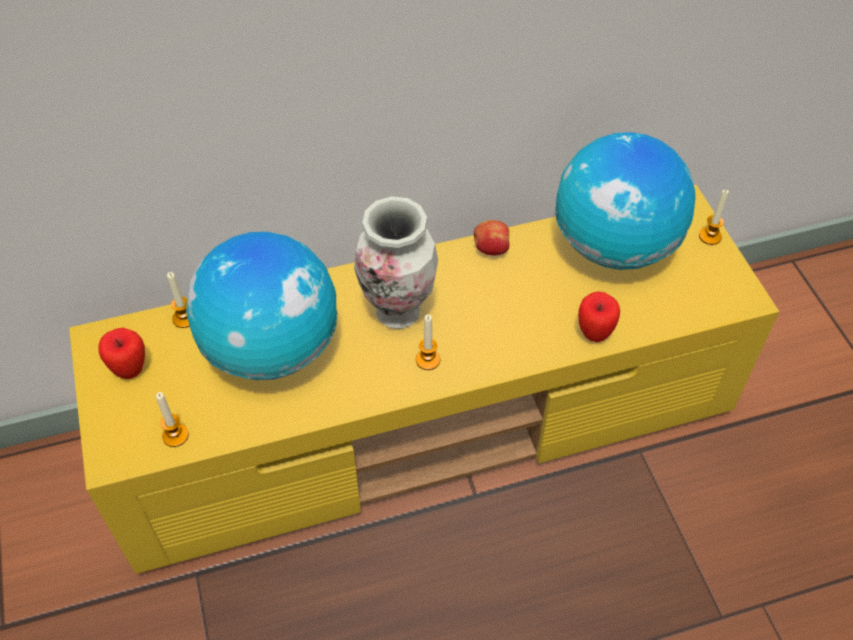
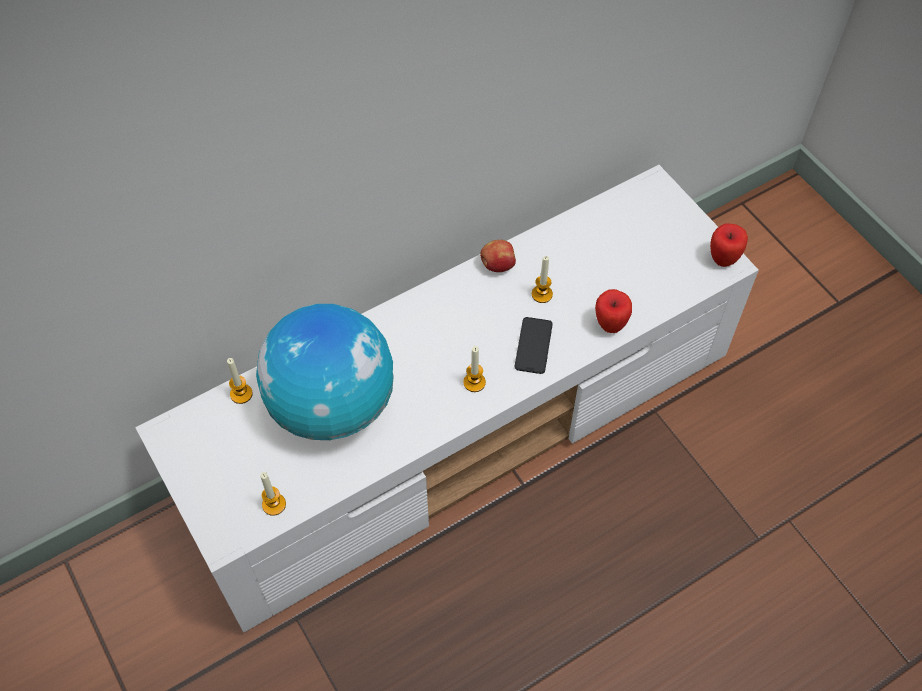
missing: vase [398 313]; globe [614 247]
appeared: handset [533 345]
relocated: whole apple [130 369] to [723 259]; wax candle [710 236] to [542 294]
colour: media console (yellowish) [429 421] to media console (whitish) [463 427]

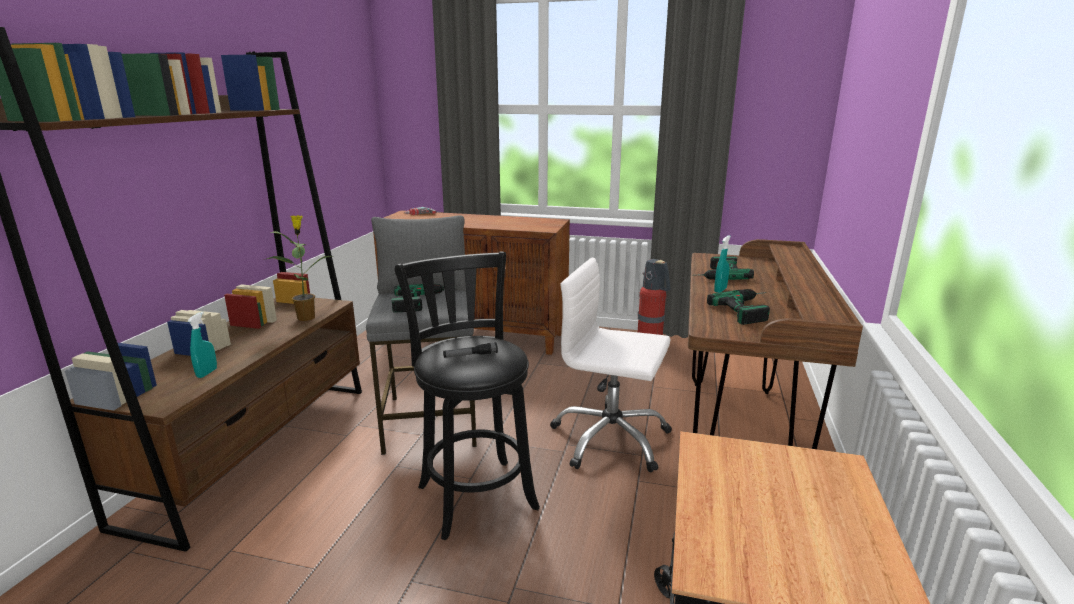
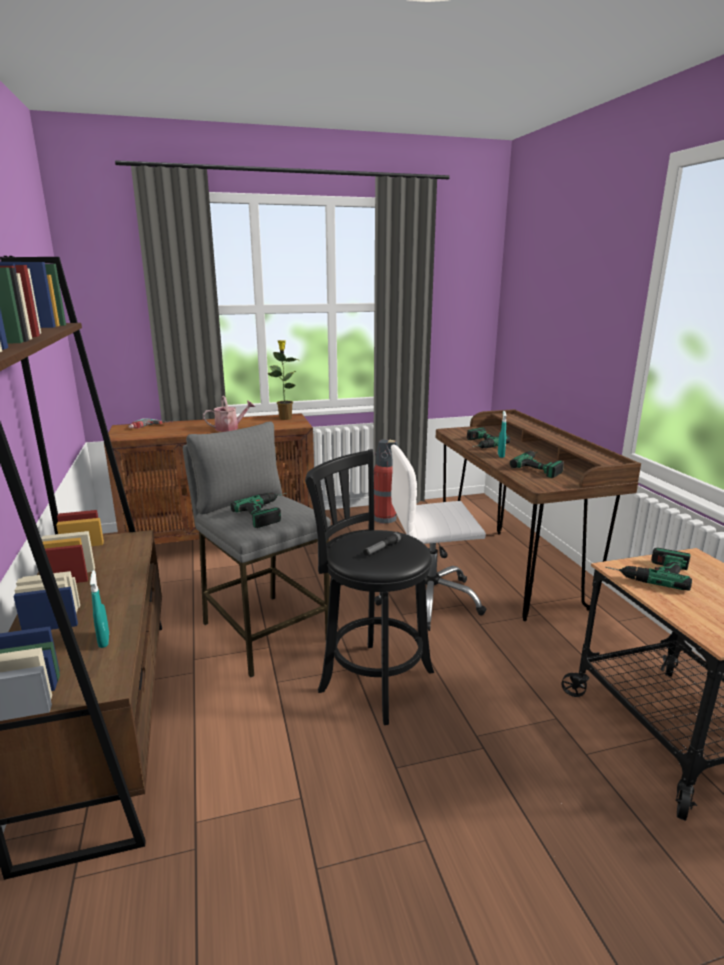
appeared: watering pot [230 428]; electric drill [646 572]
relocated: plant in a pot [307 317] to [285 418]

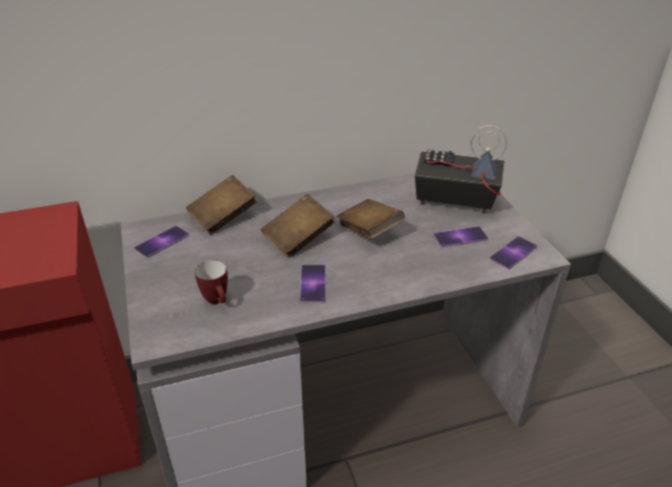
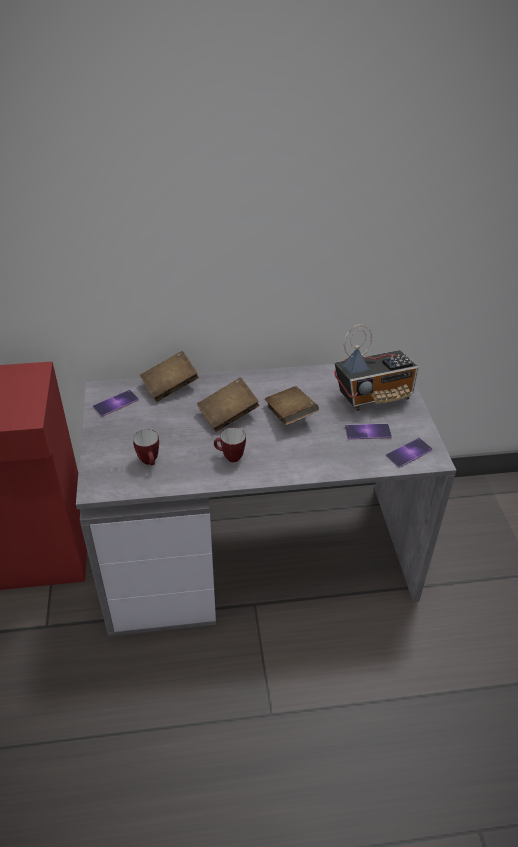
exchanged: handset [313 283] to coffee mug [229 457]
spun: radio [453 202] = [374 396] 135 degrees clockwise

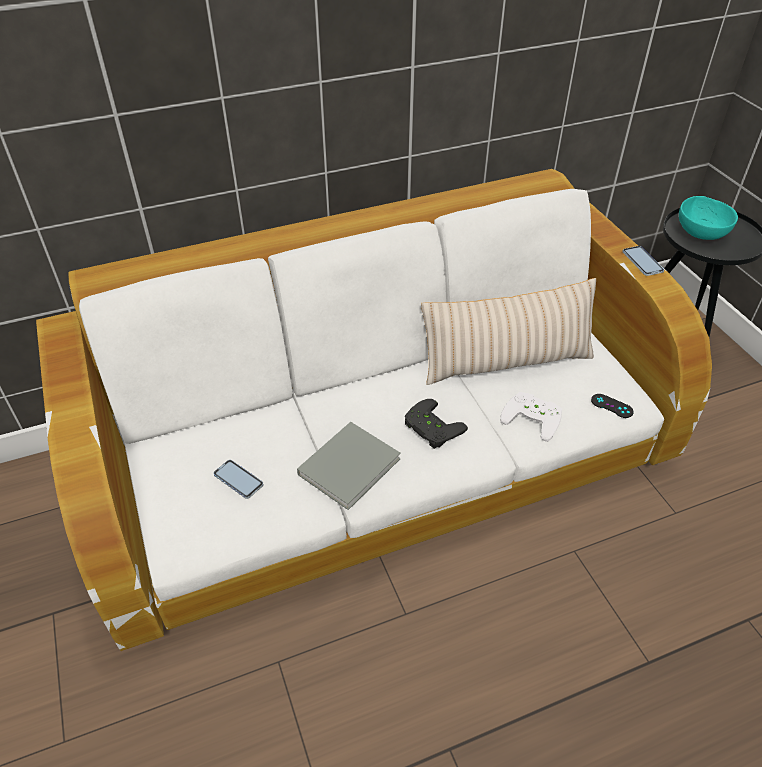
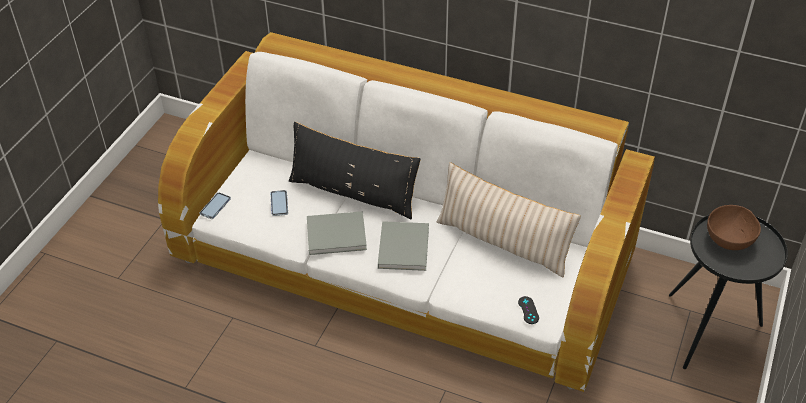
missing: game controller (whitish) [533 416]
appeared: throw pillow (black) [353 193]
relocated: handset [642 262] to [215 206]
exchanged: game controller (black) [430 428] to volume (greyish) [403 246]
colour: bowl (turquoise-coloured) [701 232] to bowl (brownish) [730 239]

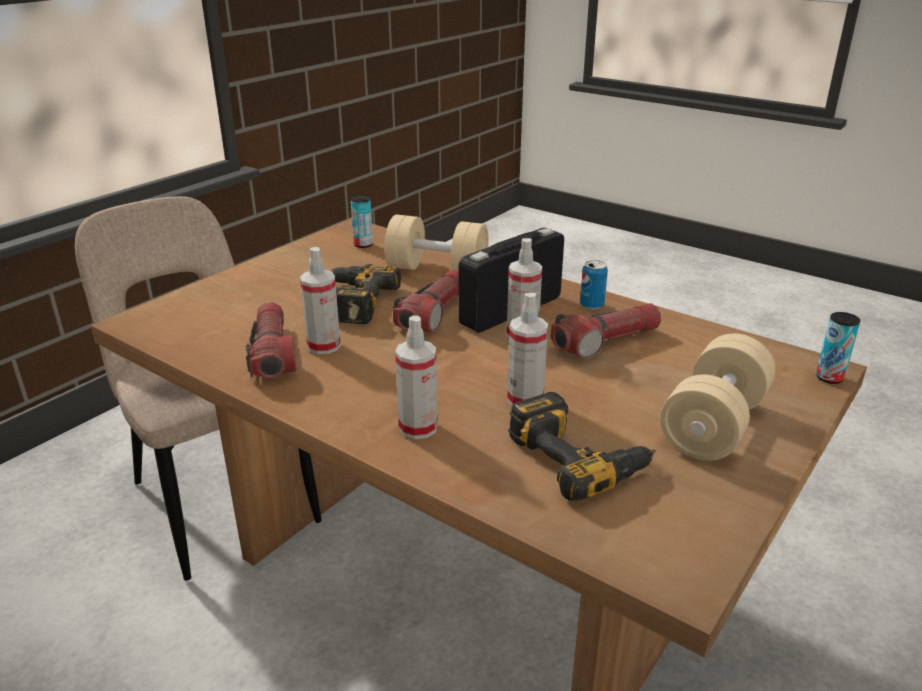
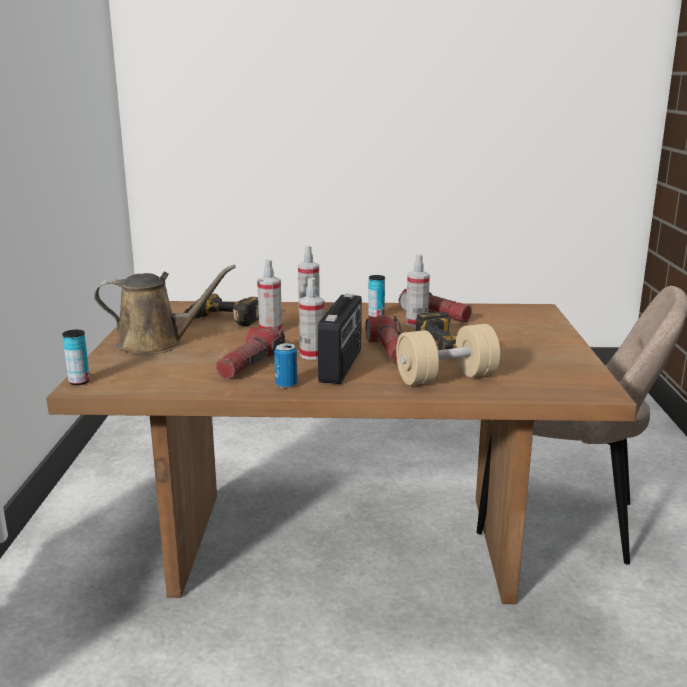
relocated: metal can [363 244] to [376 316]
exchanged: free weight (beige) [713 425] to watering pot (brownish) [156 344]

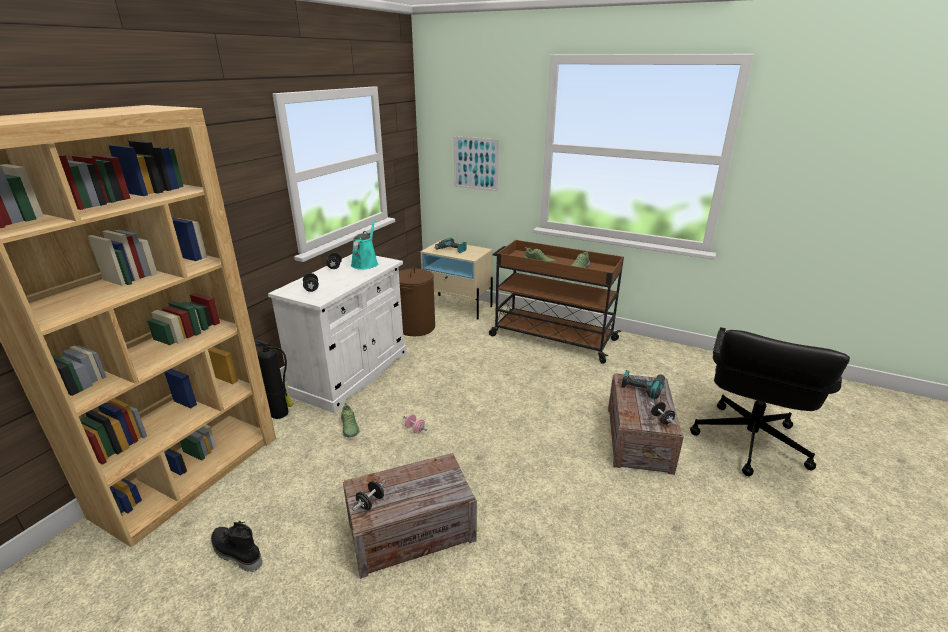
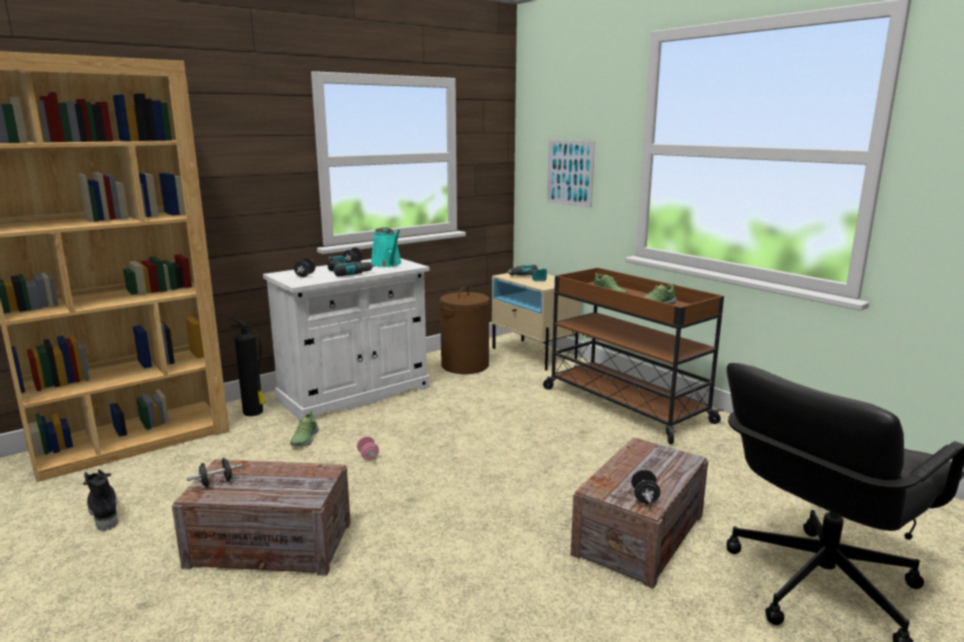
relocated: electric drill [642 387] to [348 273]
spun: watering pot (turquoise-coloured) [365 263] = [387 264] 120 degrees clockwise

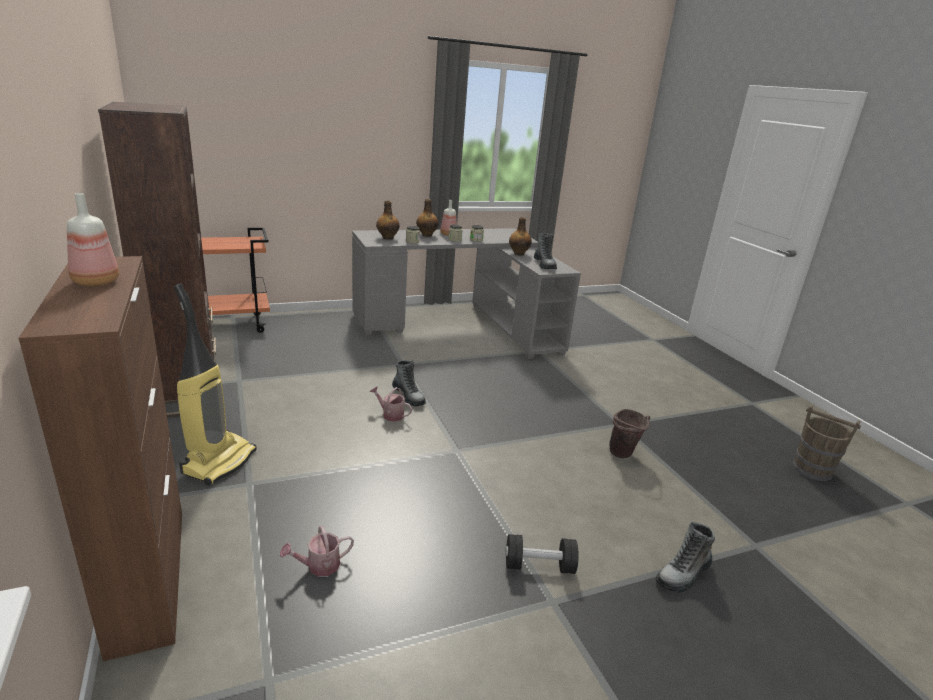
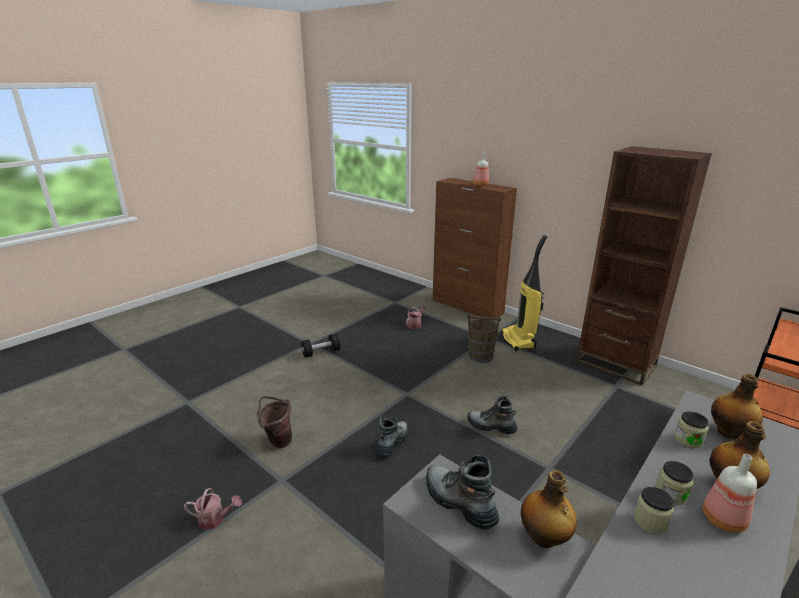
relocated: watering pot [390 414] to [215 519]; high-top boot [683 574] to [392 443]; bucket (brownish) [812 470] to [480 356]

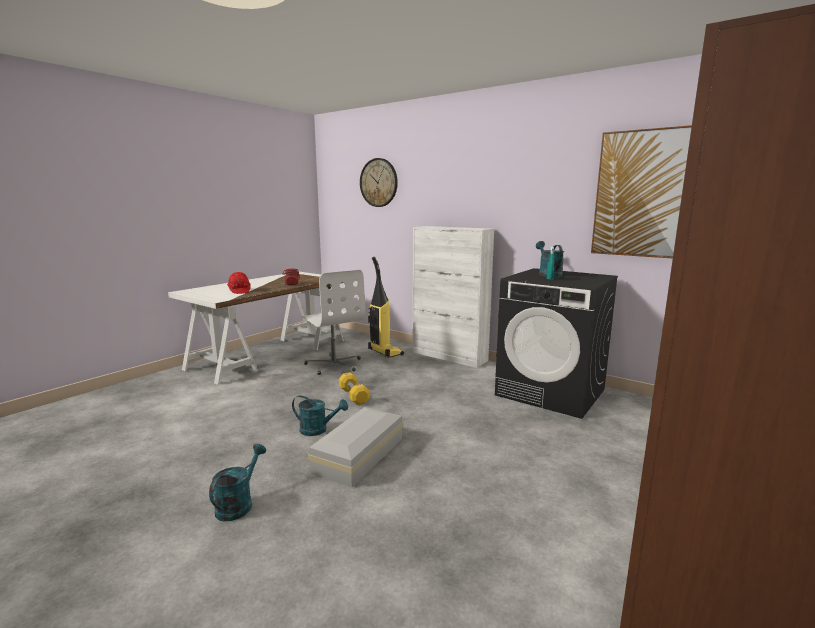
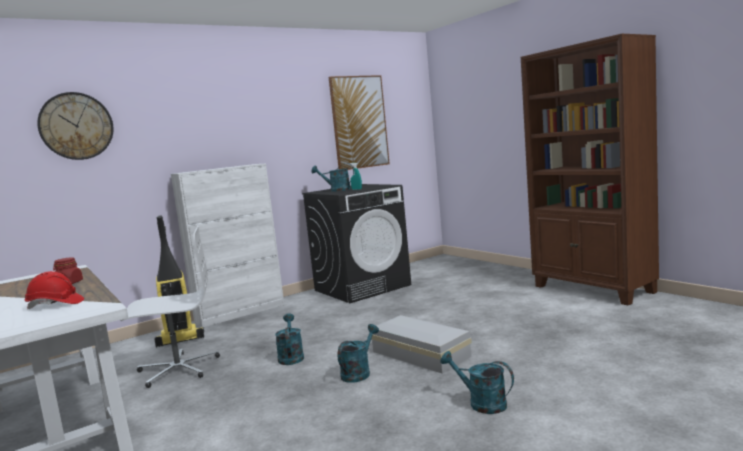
exchanged: free weight (yellowish) [353 396] to watering pot (turquoise-coloured) [291 357]

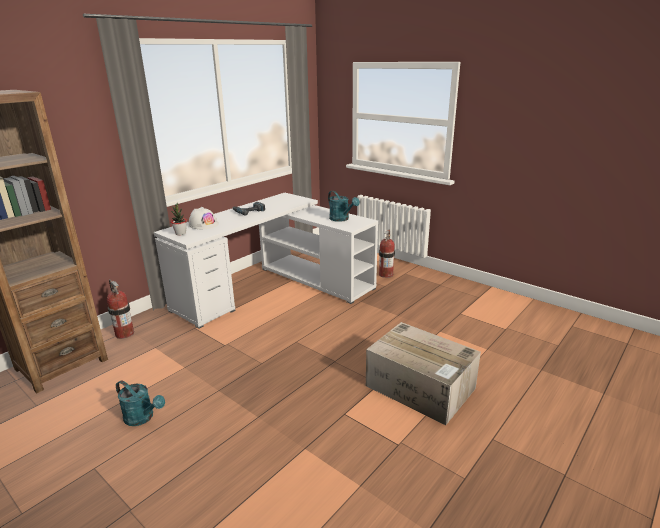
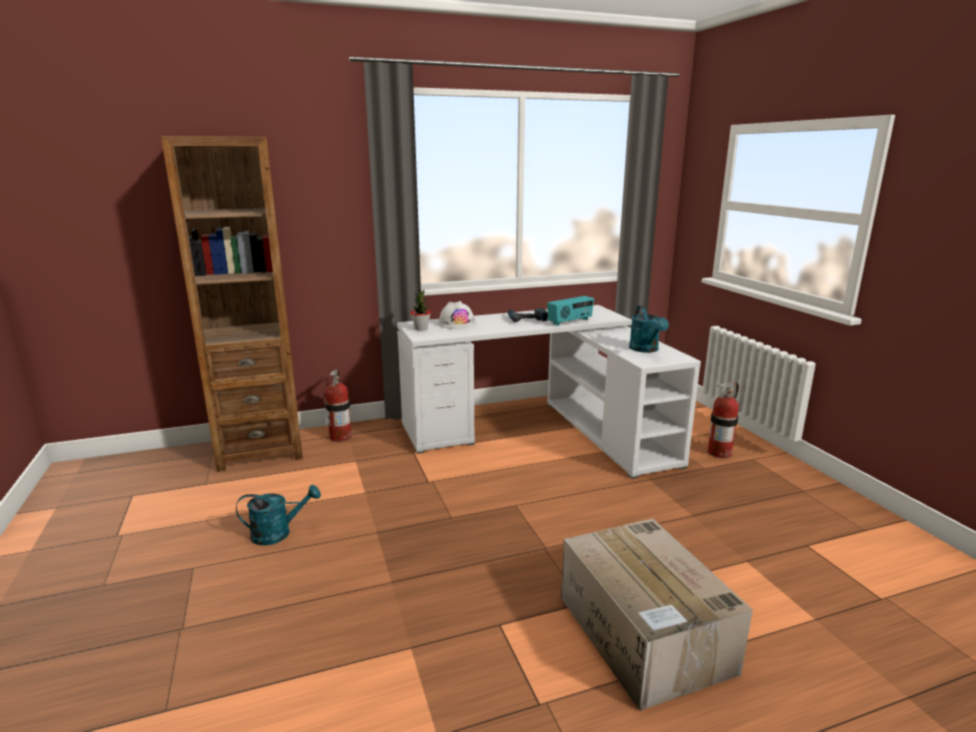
appeared: radio [570 322]
spun: watering pot (turquoise-coloured) [143 418] = [278 533] 75 degrees counterclockwise

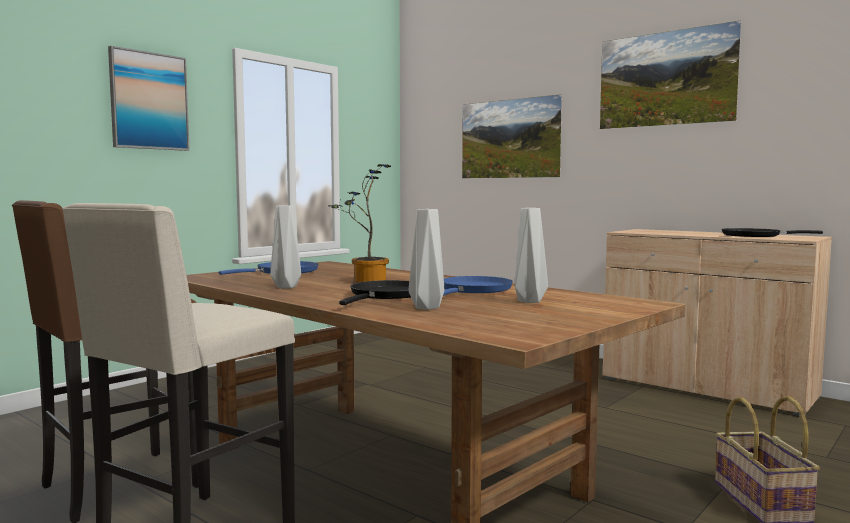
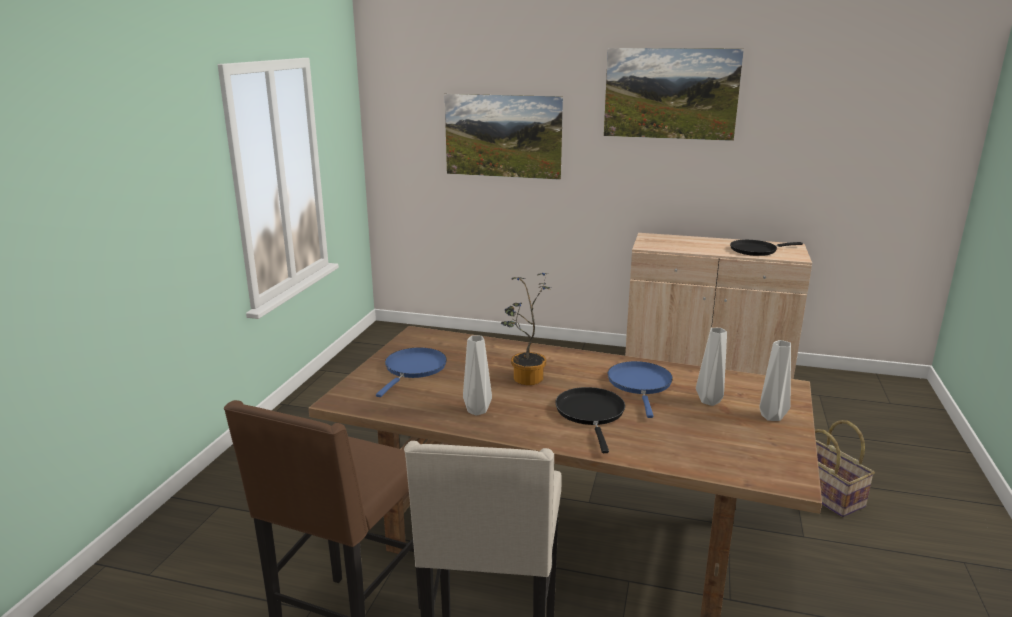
missing: wall art [149 101]
relocated: vase (greyish) [426 308] to [772 417]

